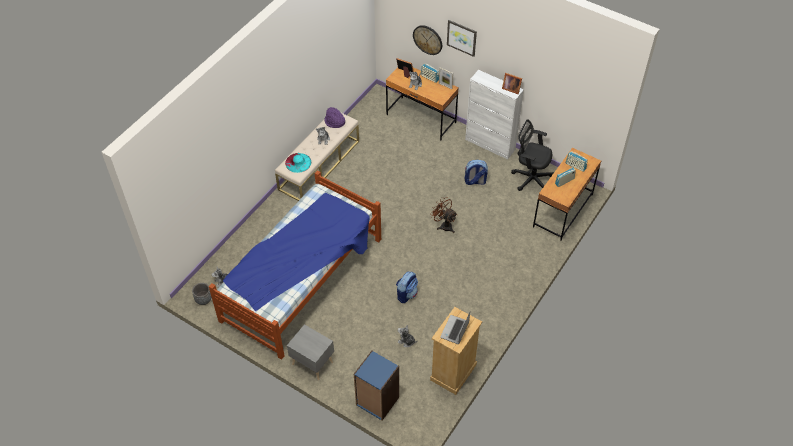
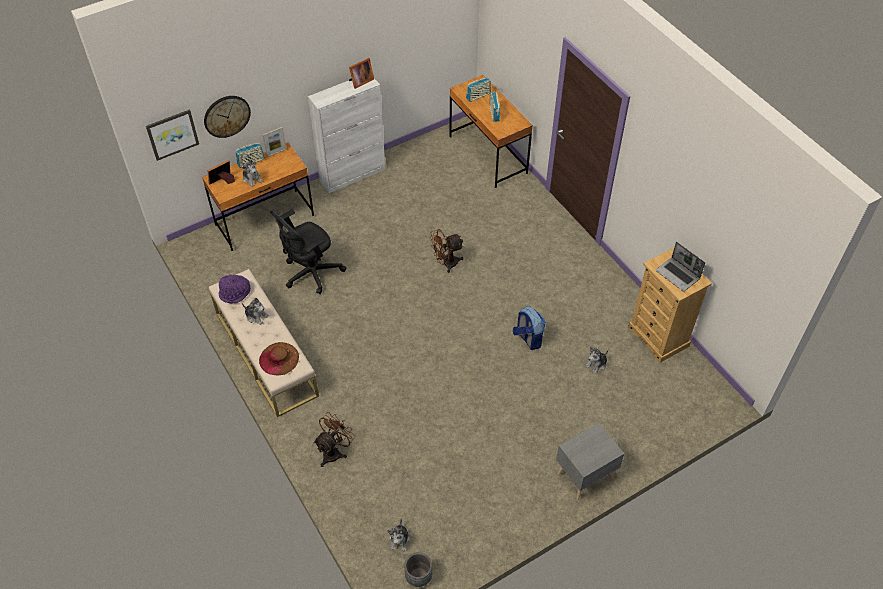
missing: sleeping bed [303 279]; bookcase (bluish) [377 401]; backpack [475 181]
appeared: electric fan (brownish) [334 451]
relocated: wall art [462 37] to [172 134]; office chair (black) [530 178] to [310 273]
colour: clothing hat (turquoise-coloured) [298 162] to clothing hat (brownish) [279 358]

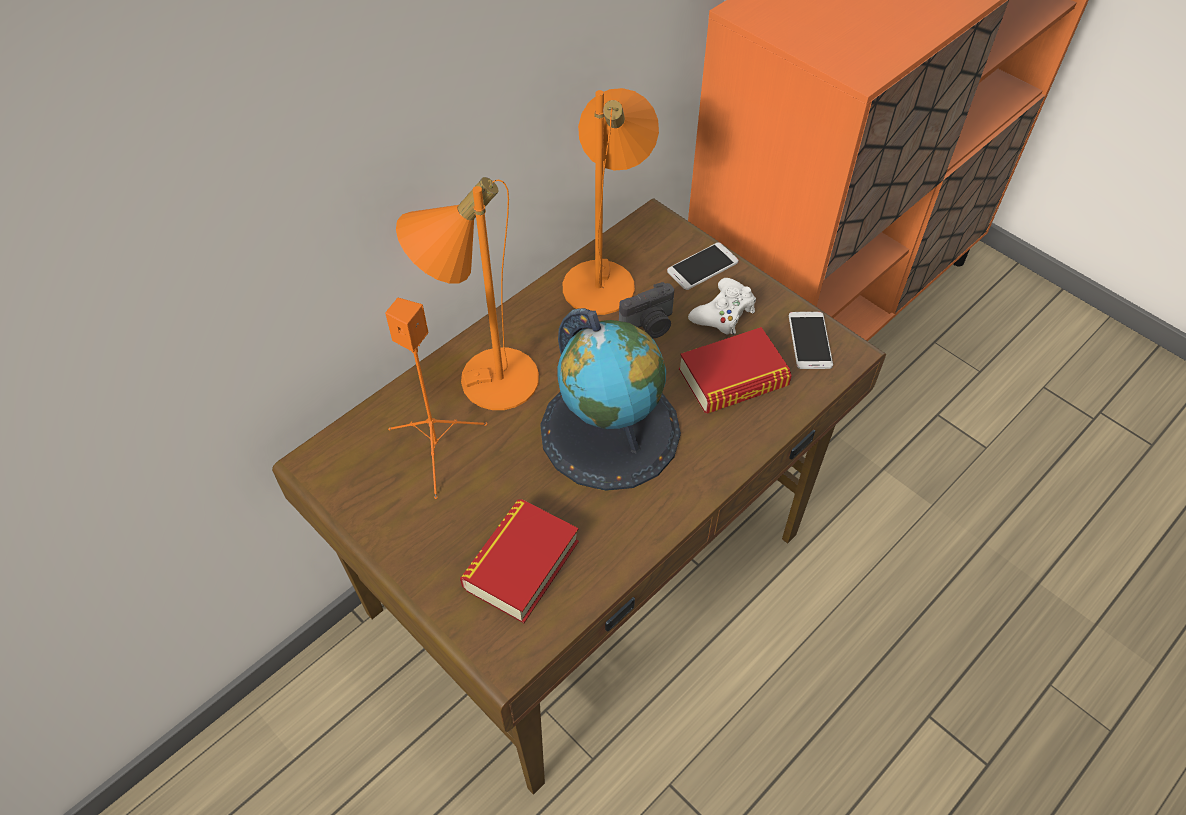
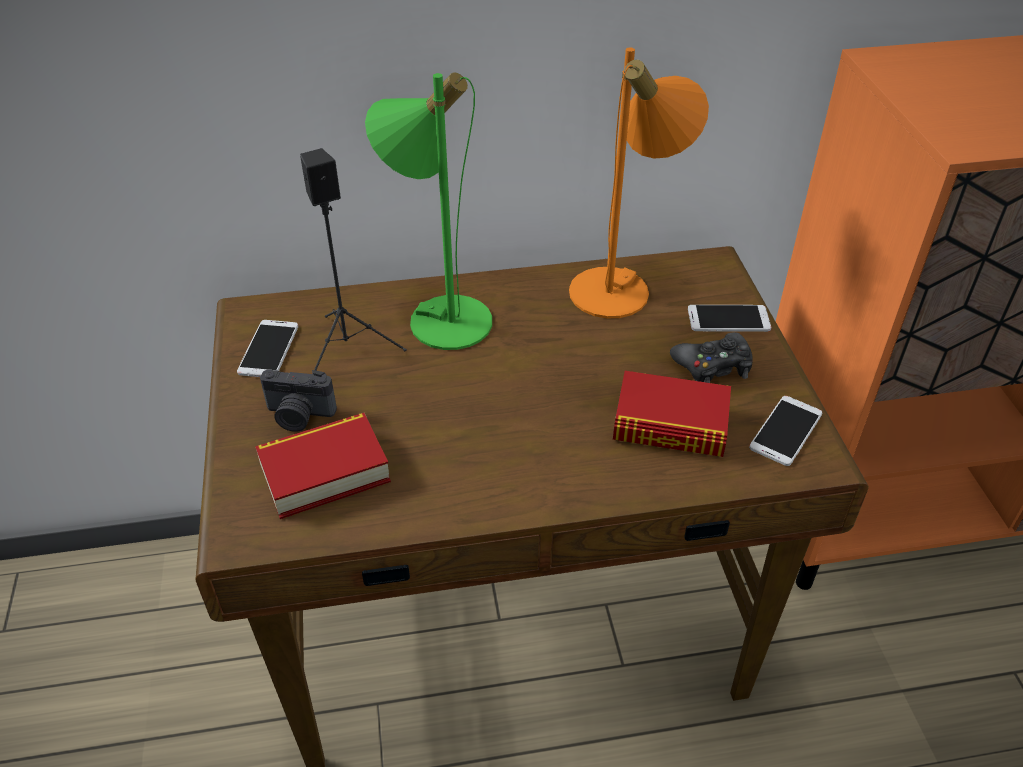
missing: globe [610 430]
appeared: handset [268 349]
relocated: still camera [649 325] to [299 416]
colour: audio speaker (orangey) [438 448] to audio speaker (black) [348 349]; table lamp (orangey) [484 376] to table lamp (green) [440 314]; game controller (whitish) [723 313] to game controller (black) [713 366]

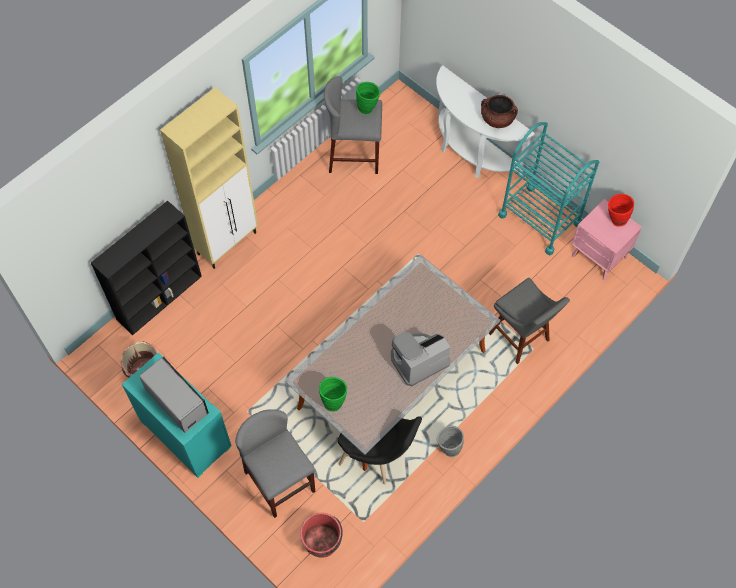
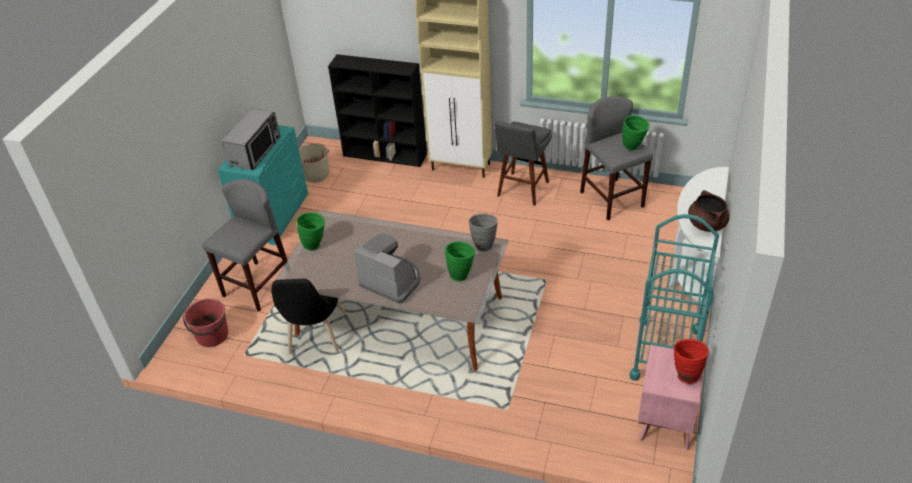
appeared: vase (green) [461 274]
relocated: vase (greyish) [448 448] to [483 245]; sitting stool (greyish) [521 339] to [522 190]

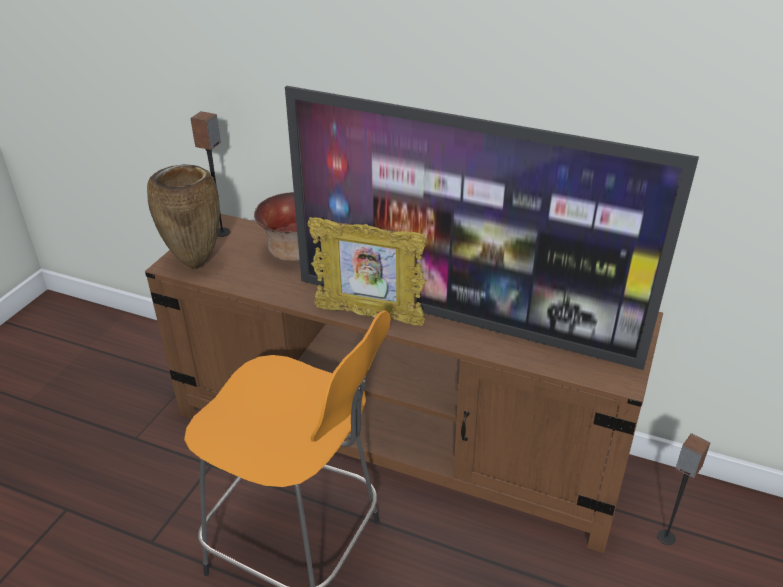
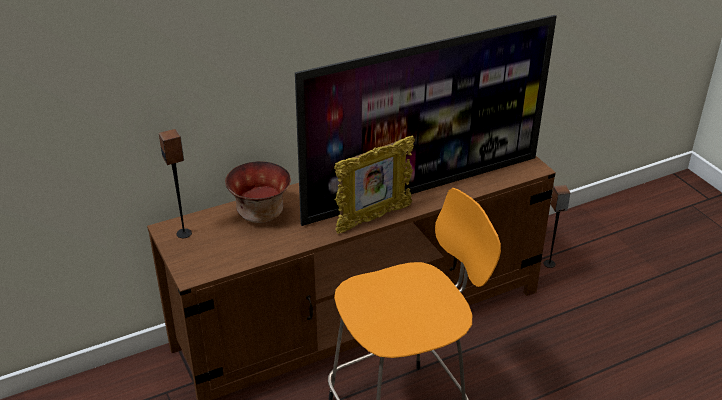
missing: vase (brownish) [196 263]

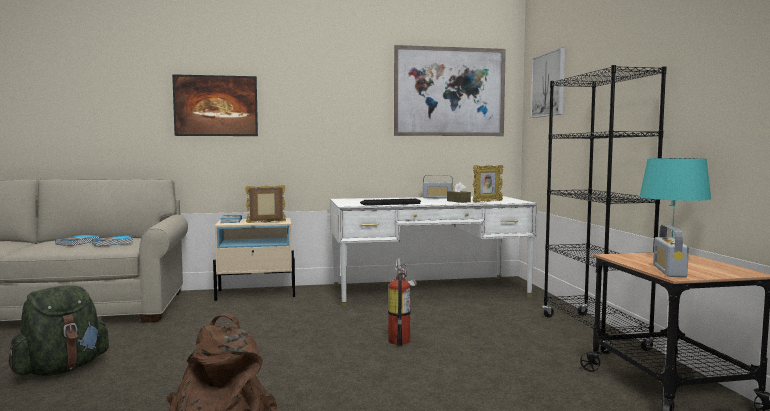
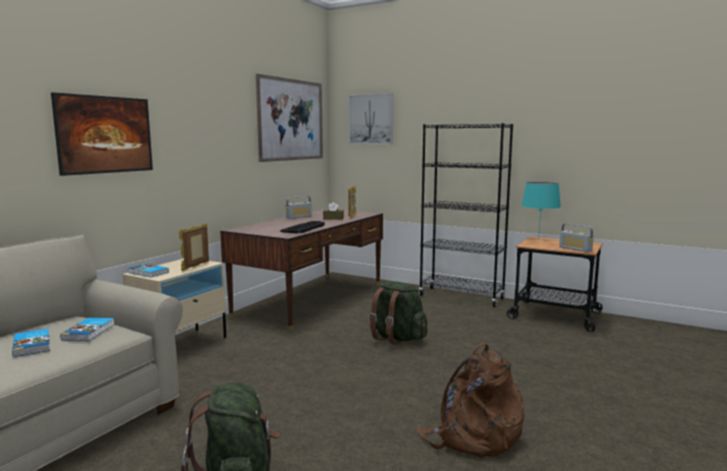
exchanged: extinguisher [401 340] to backpack (green) [397 338]
colour: desk unit (whitish) [428 291] to desk unit (brownish) [311 299]

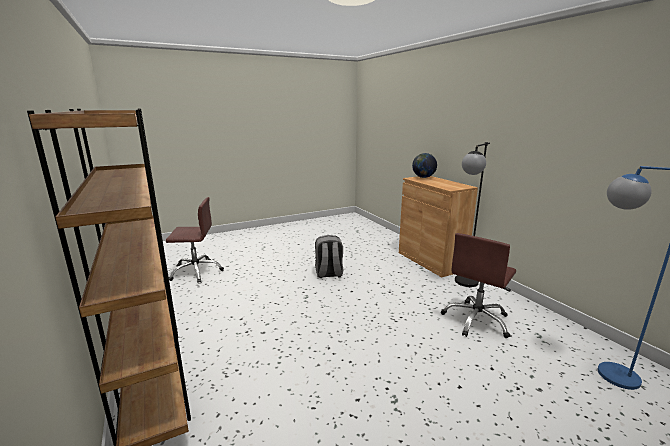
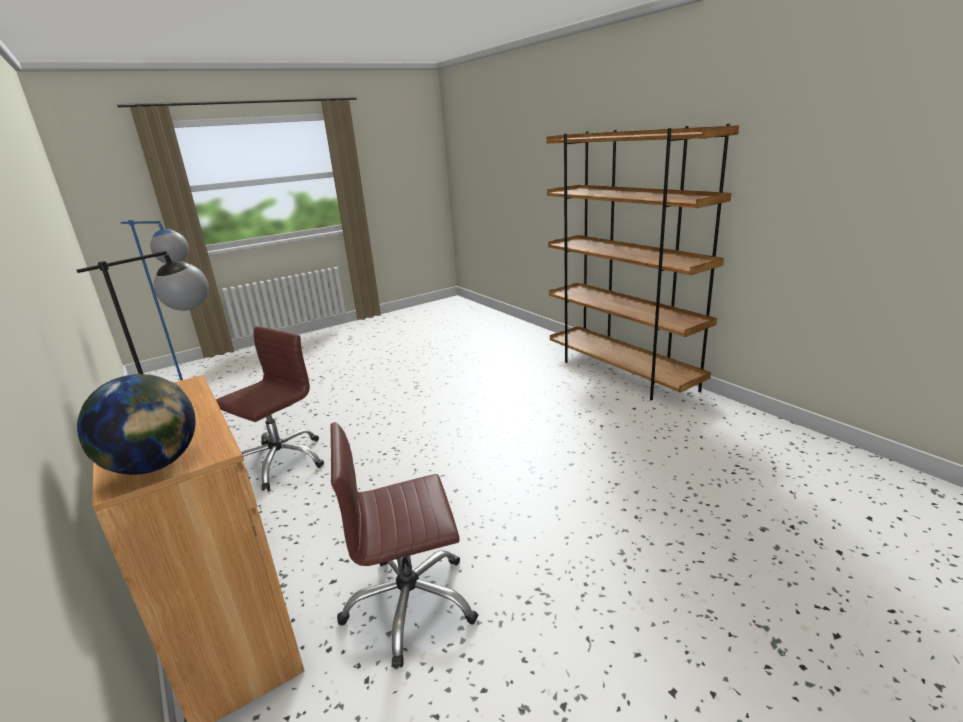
missing: backpack (greyish) [328 274]
relocated: office chair (brownish) [196 272] to [410 604]

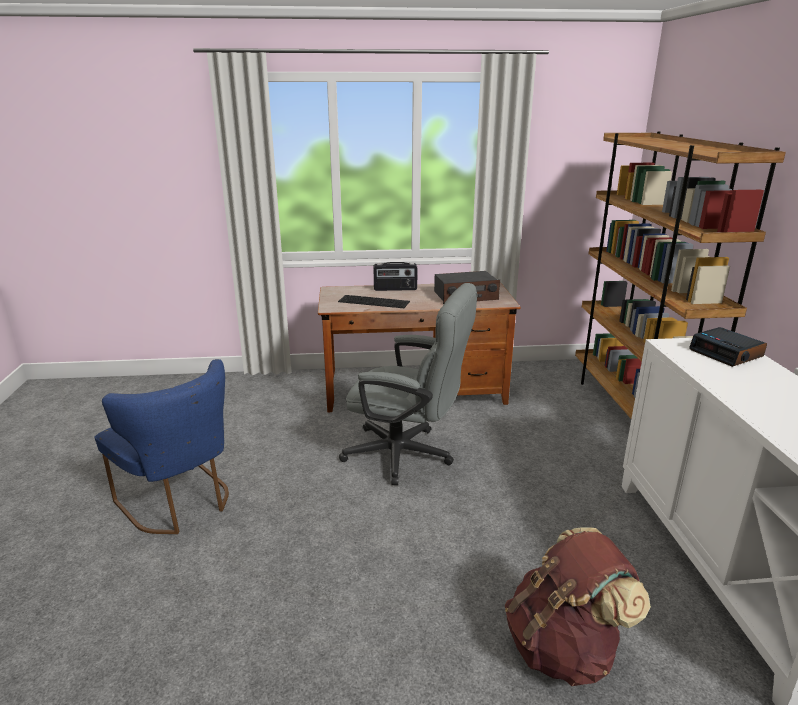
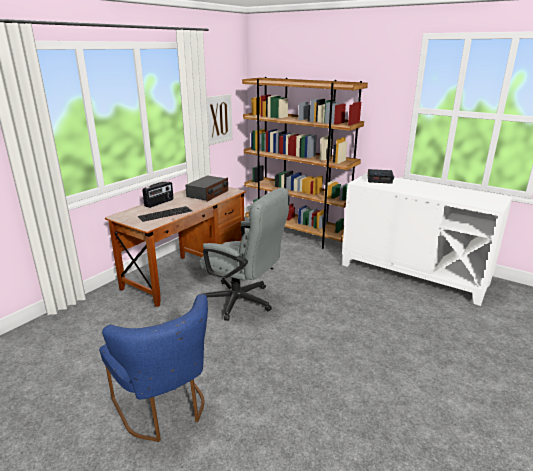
missing: backpack (brownish) [564 648]
appeared: wall art [218 119]
spun: upright chair (bluish) [181 503] = [164 409] 60 degrees clockwise; office chair (greyish) [407 456] = [243 302] 60 degrees clockwise

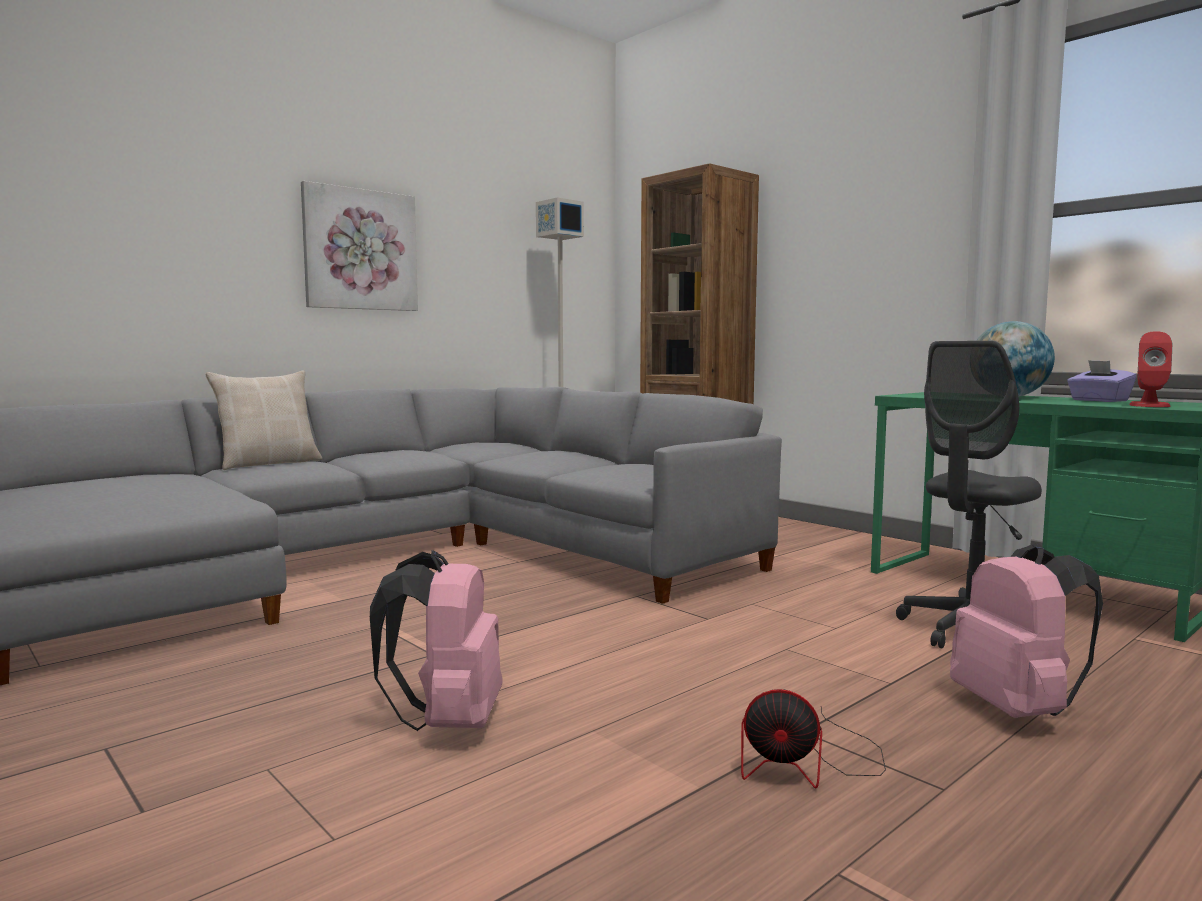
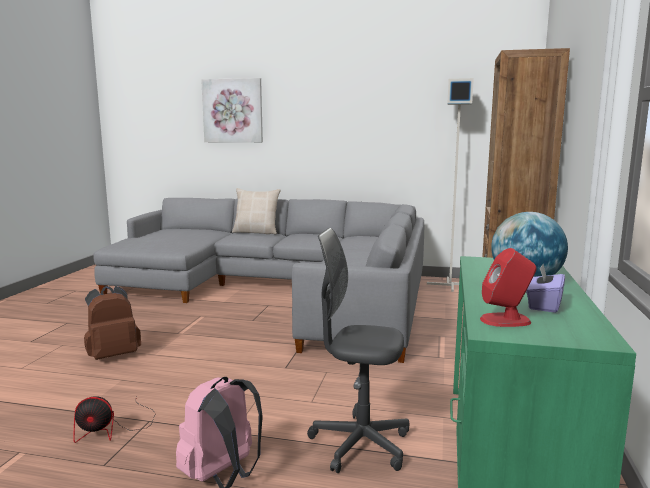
relocated: wall art [360 250] to [233 111]
colour: backpack (pink) [448 722] to backpack (brownish) [113 355]
spun: electric fan [807 764] = [113 428] 75 degrees counterclockwise

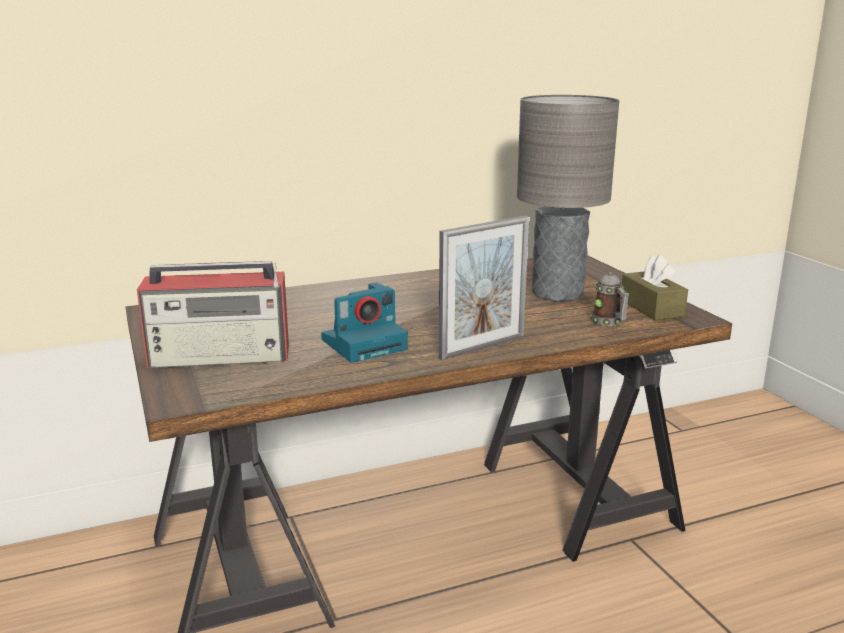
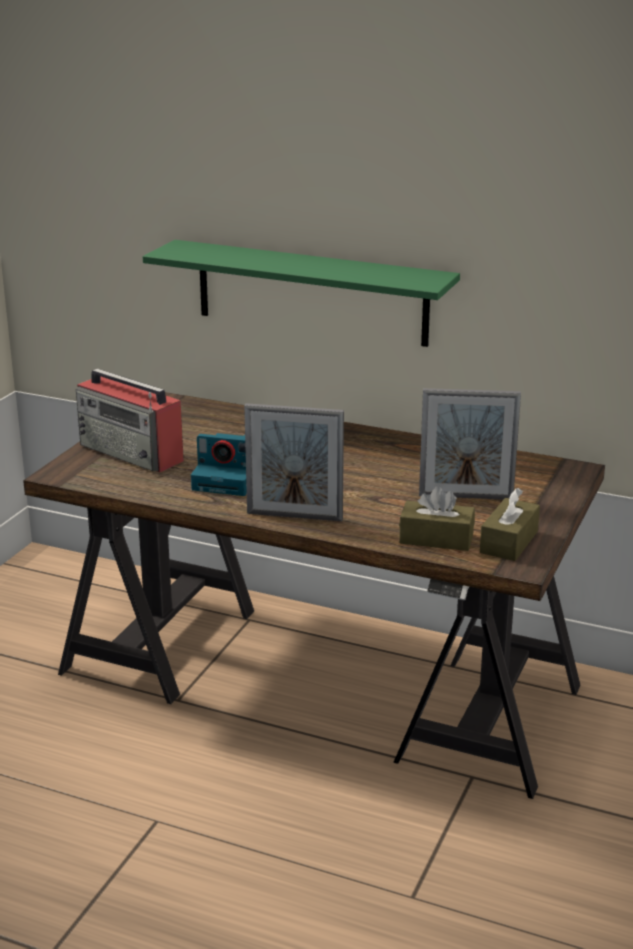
appeared: shelf (green) [311 293]
exchanged: table lamp (greyish) [557 293] to standing frame [465 497]; coffee mug [609 323] to tissue box (brownish) [436 538]

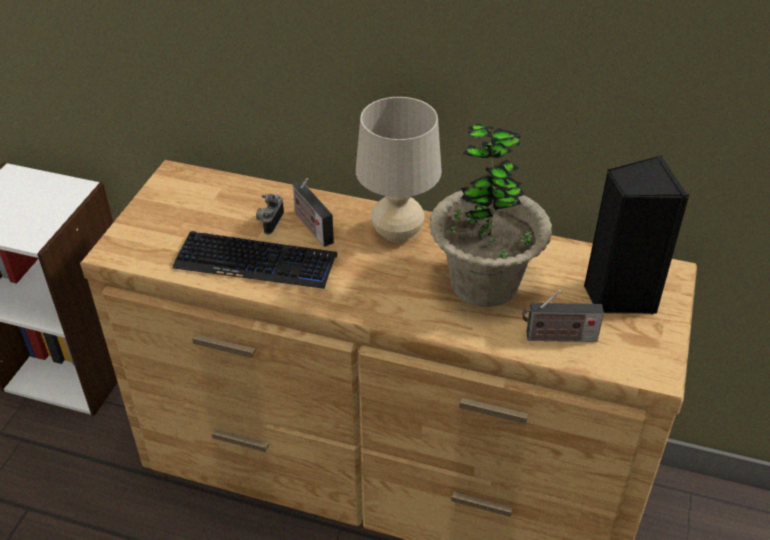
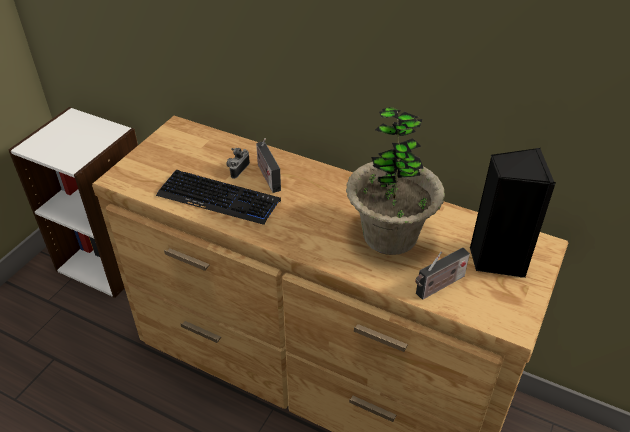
missing: table lamp (beige) [397 233]
spun: radio [558 337] = [438 286] 45 degrees counterclockwise

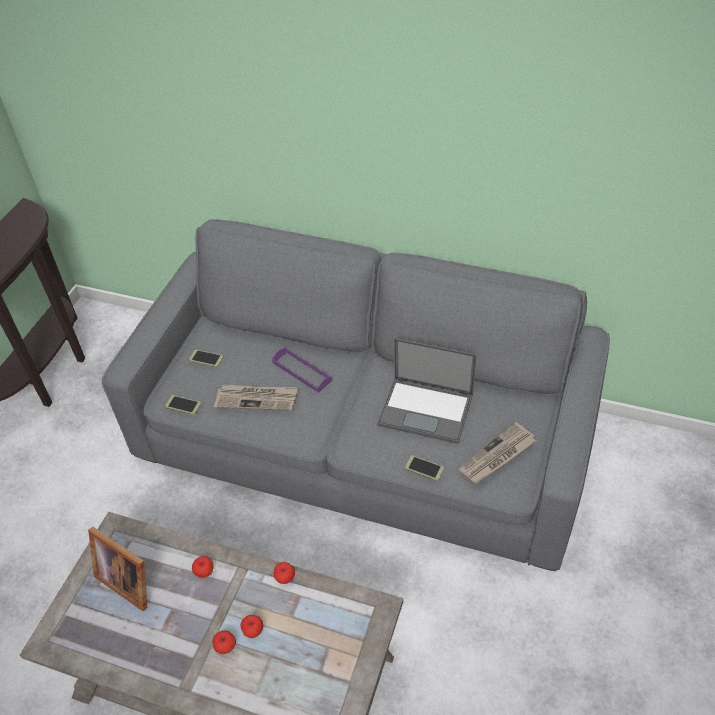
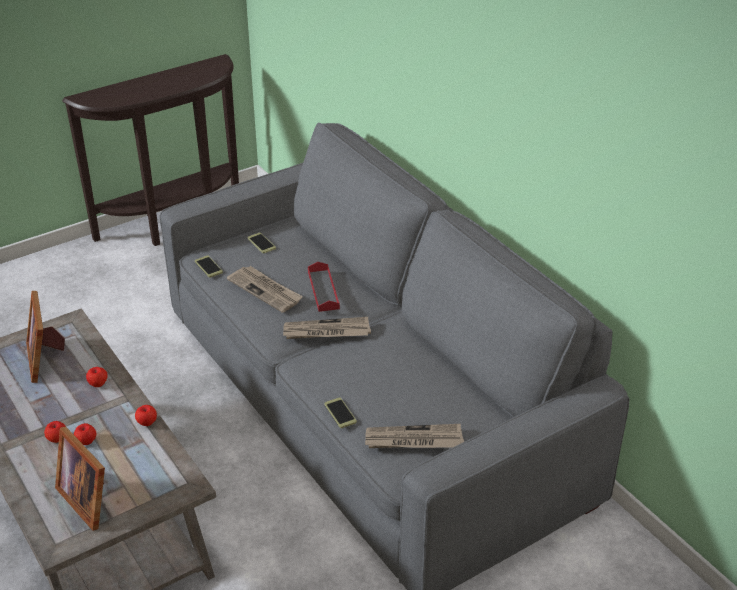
missing: portable computer [427 409]
appeared: standing frame [89 498]; printed paper [326 332]
colour: tray (purple) [301 371] to tray (reddish) [323 290]

